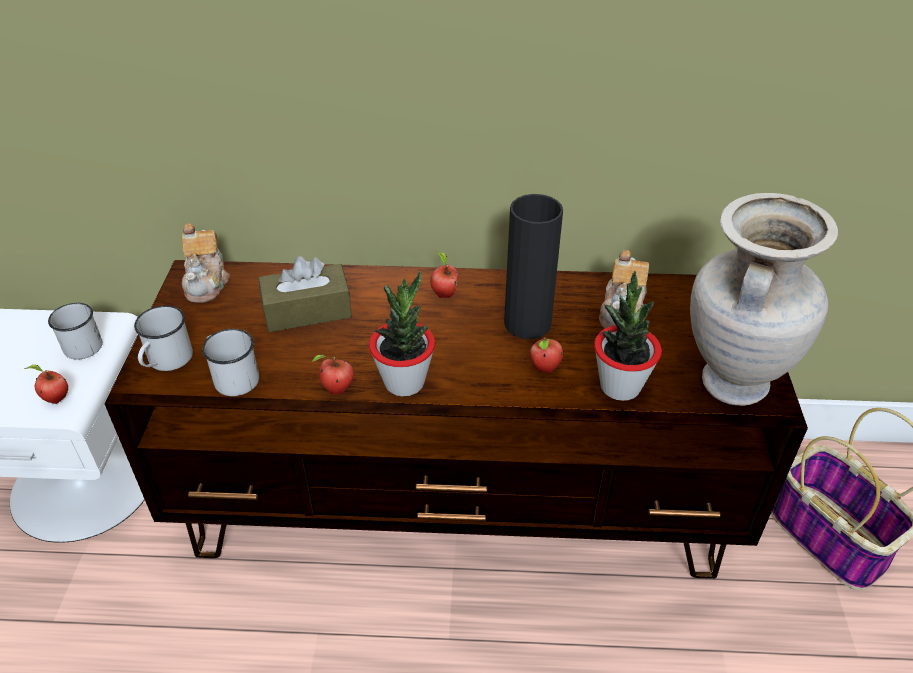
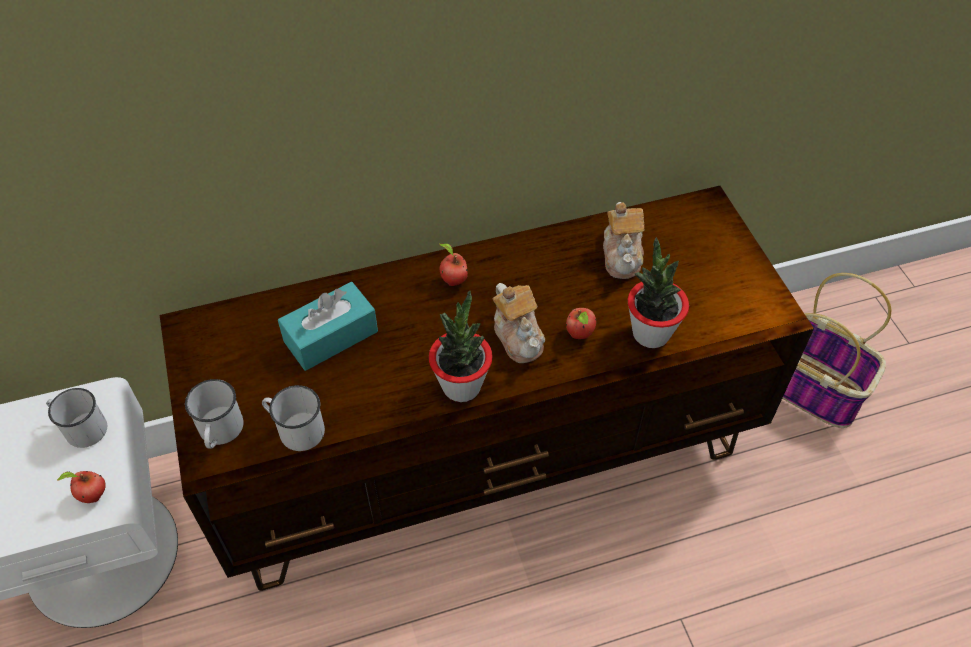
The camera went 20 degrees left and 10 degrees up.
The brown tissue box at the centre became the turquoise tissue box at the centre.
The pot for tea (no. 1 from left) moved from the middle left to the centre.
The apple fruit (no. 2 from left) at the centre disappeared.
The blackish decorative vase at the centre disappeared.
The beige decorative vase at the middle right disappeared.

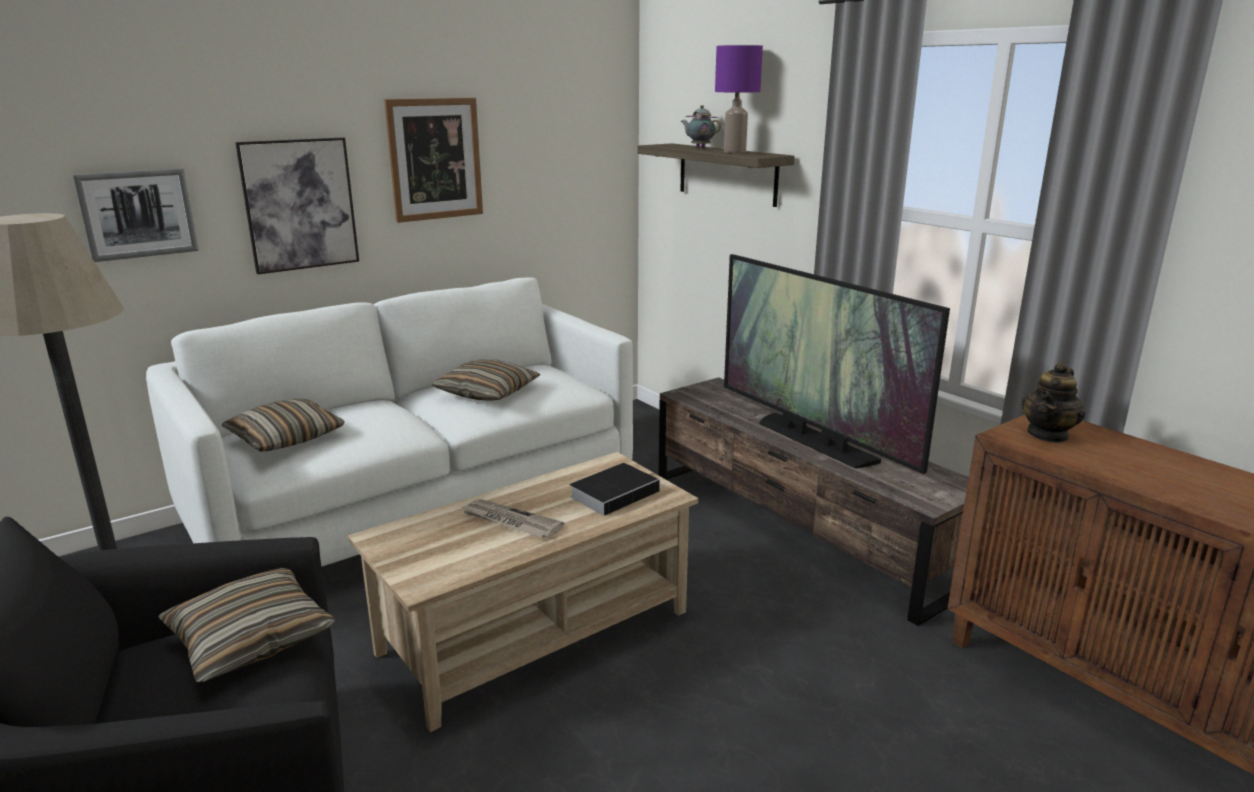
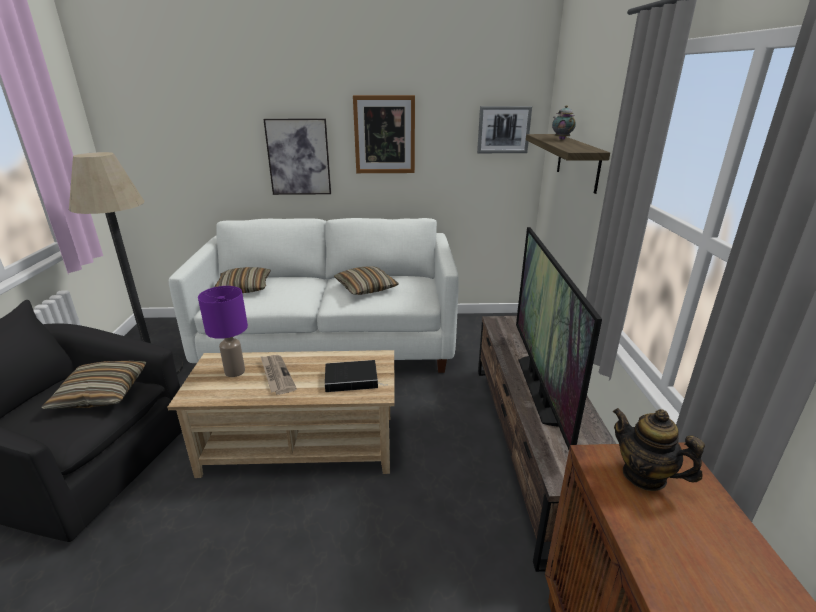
The camera went 35 degrees right and 5 degrees up.
The purple-coloured tabletop lamp moved from the top centre to the middle left.
The wall art (no. 1 from left in the first image) moved from the top left to the top centre.
The pot for tea (no. 2 from left) at the middle right turned 60 degrees clockwise.

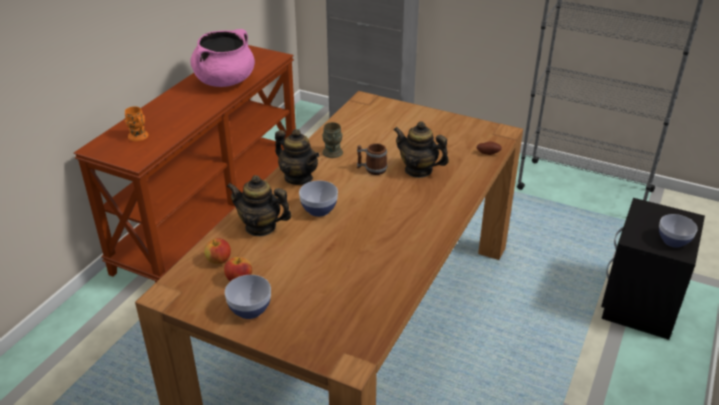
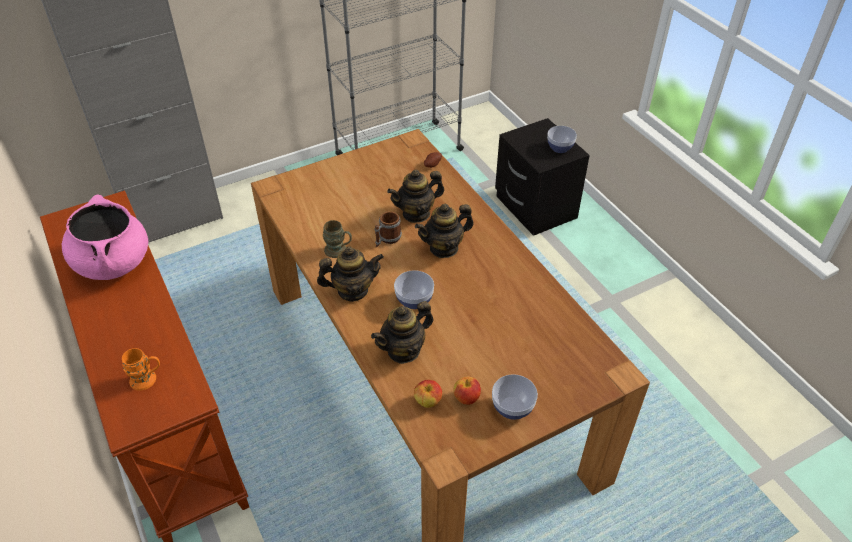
The camera went 55 degrees left and 10 degrees up.
The pot for tea (no. 4 from left) at the centre appeared.

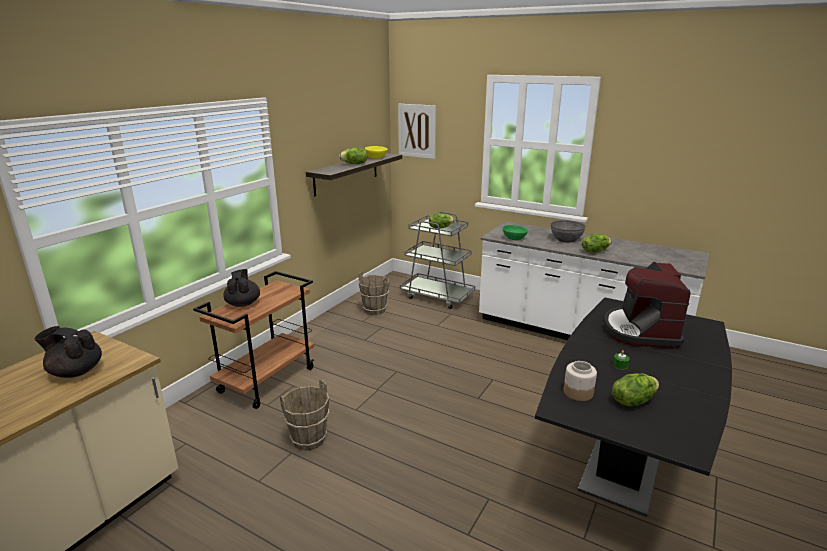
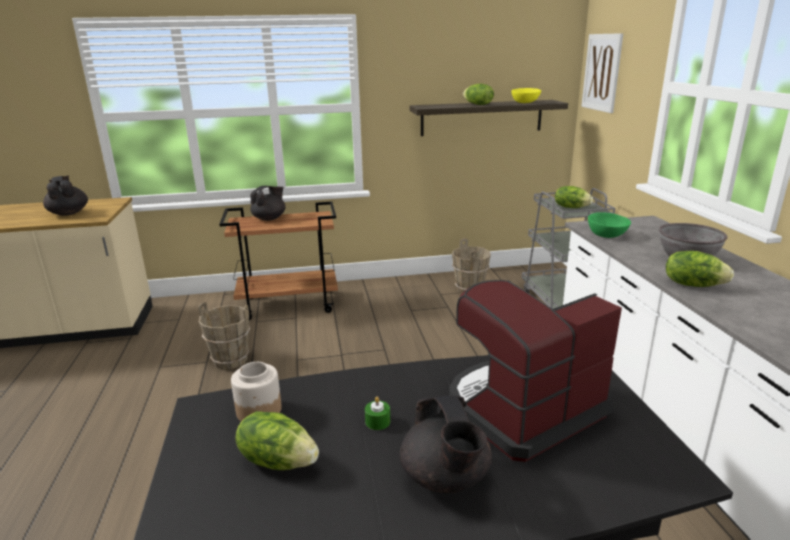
The camera went 50 degrees right and 0 degrees up.
The blackish pot for tea (no. 3 from left) at the bottom centre appeared.

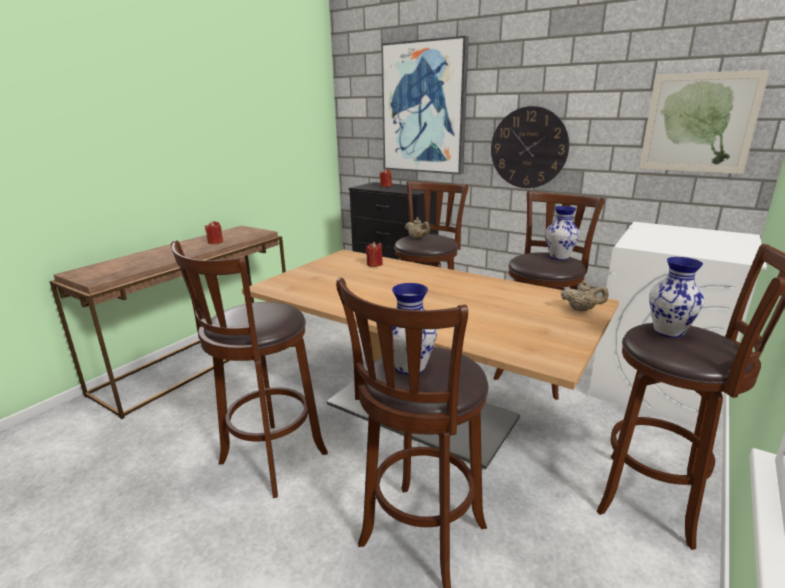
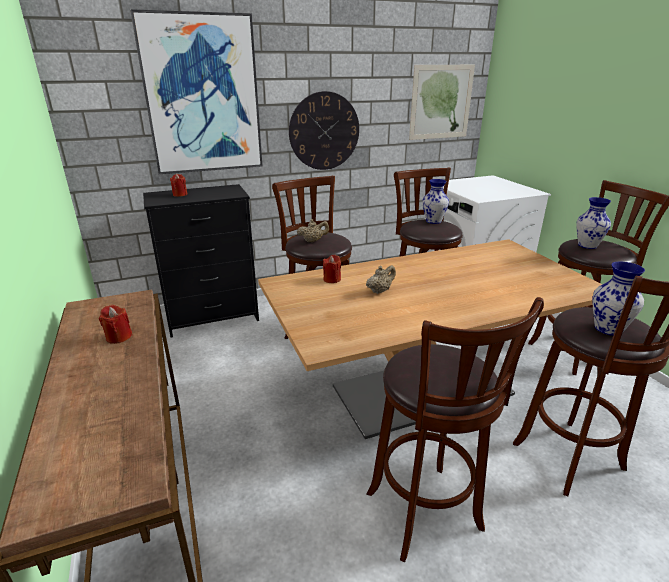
The camera went 55 degrees left and 5 degrees up.
The beige pot for tea (no. 2 from left) moved from the middle right to the centre.

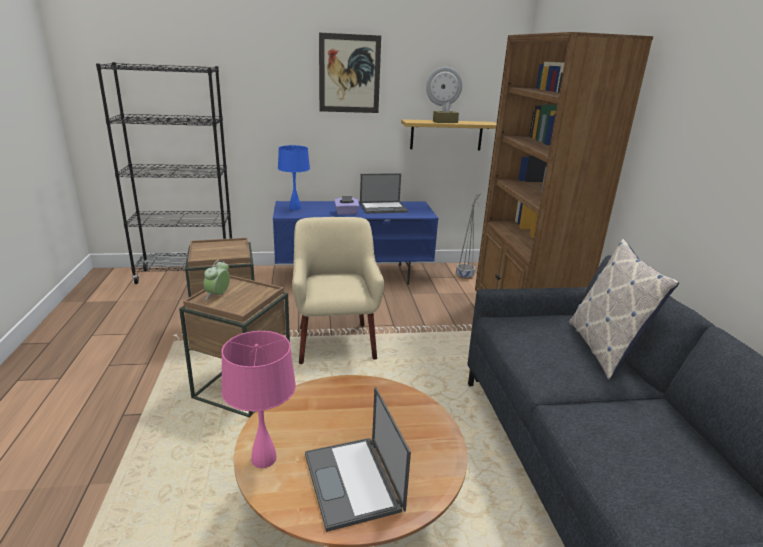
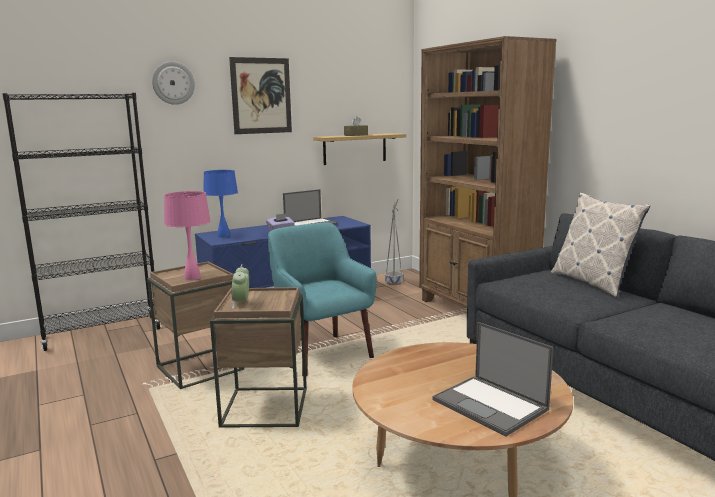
The camera went 20 degrees left and 10 degrees down.
The wall clock moved from the top centre to the top left.
The pink-coloured tabletop lamp moved from the bottom centre to the middle left.
The beige lounge chair at the centre became the turquoise lounge chair at the centre.

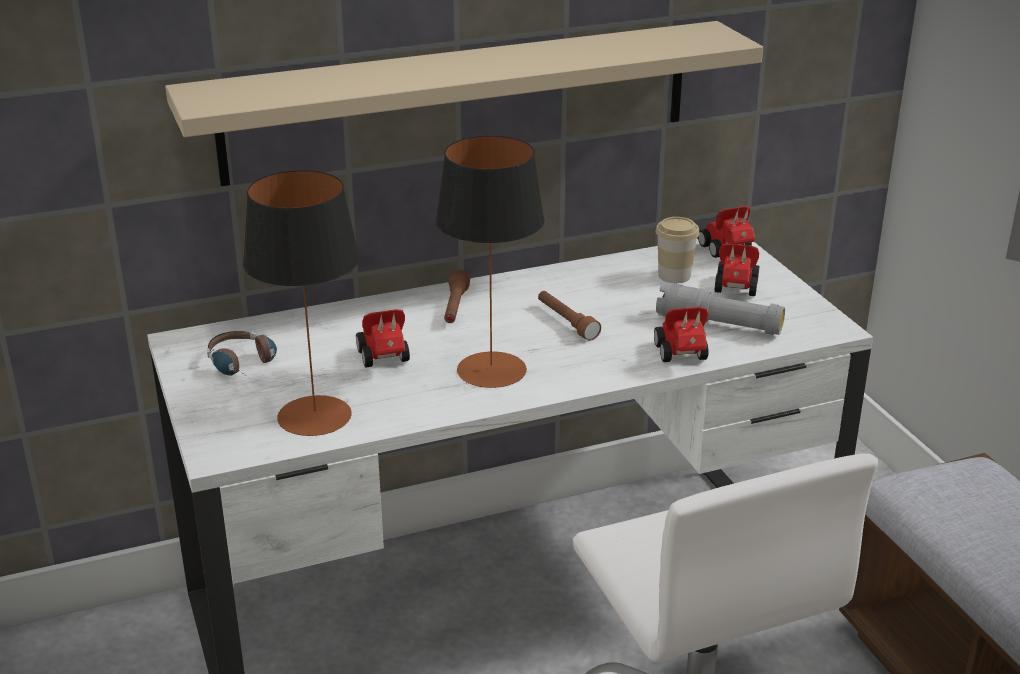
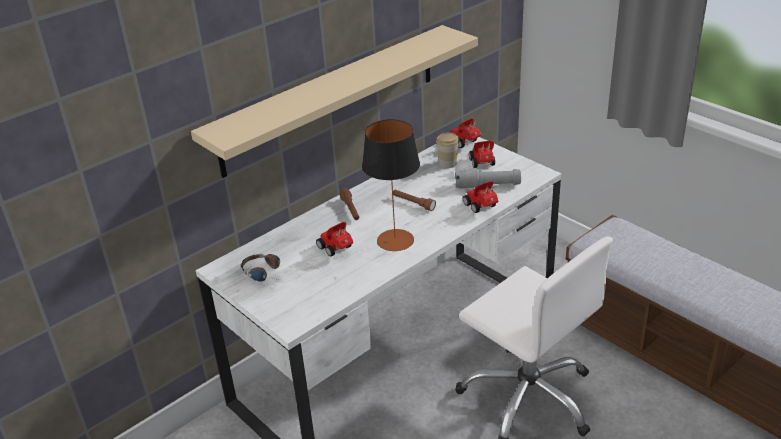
The camera went 20 degrees left and 5 degrees up.
The tabletop lamp (no. 1 from left) at the middle left disappeared.

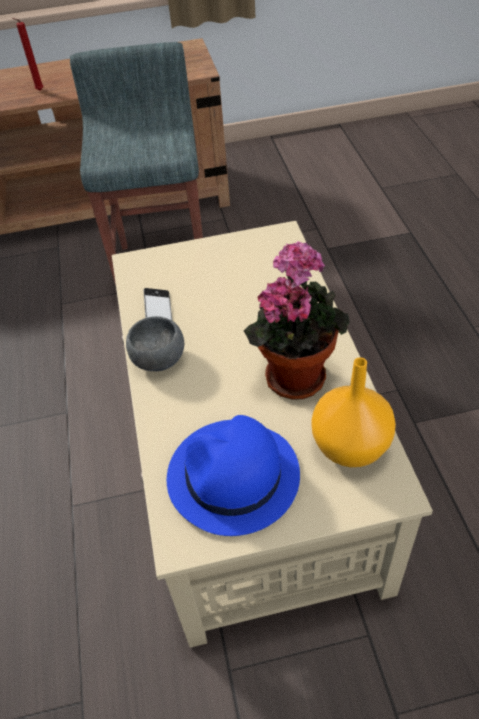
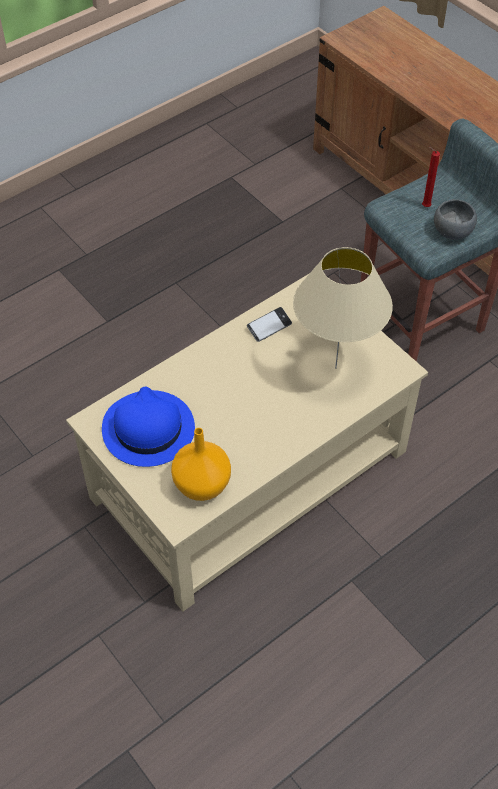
The camera went 60 degrees right and 5 degrees up.
The beige tabletop lamp at the middle right appeared.
The red wax candle moved from the top left to the top right.
The greyish bowl moved from the middle left to the top right.
The potted plant at the centre disappeared.

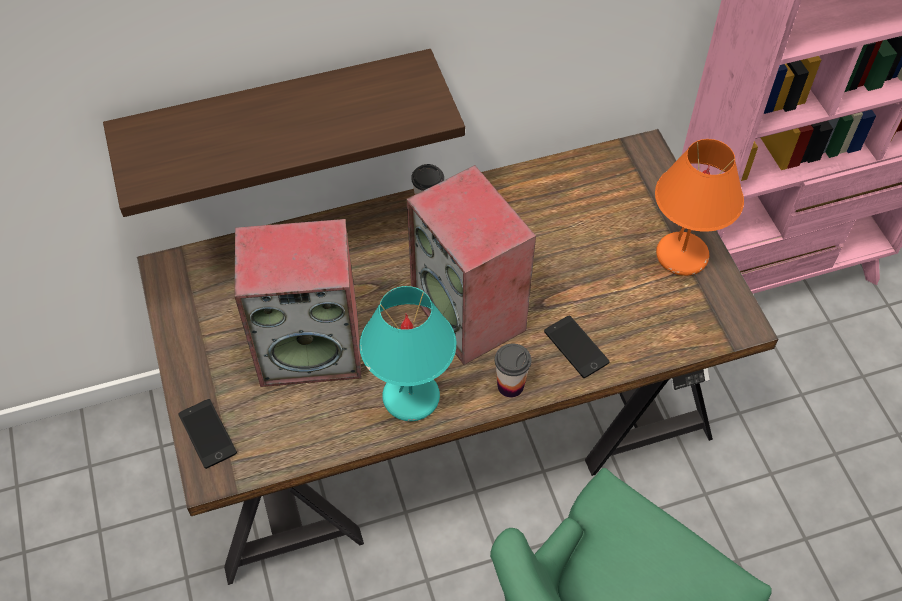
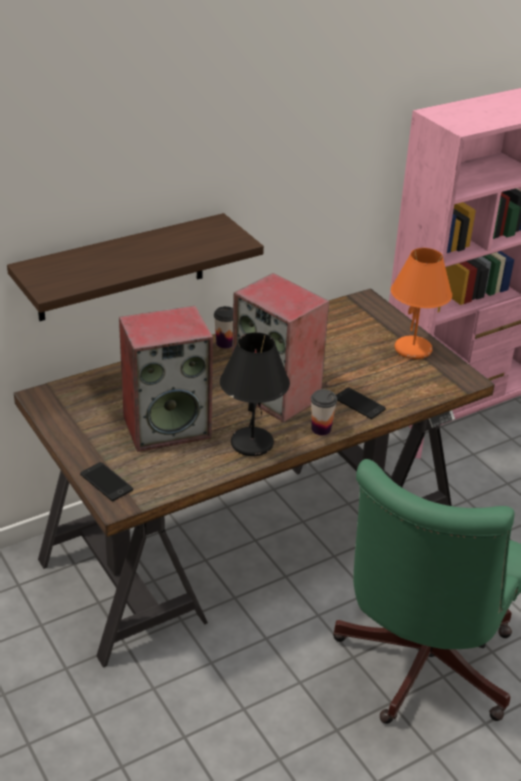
The camera went 15 degrees left and 20 degrees down.
The turquoise tabletop lamp at the centre became the blackish tabletop lamp at the centre.

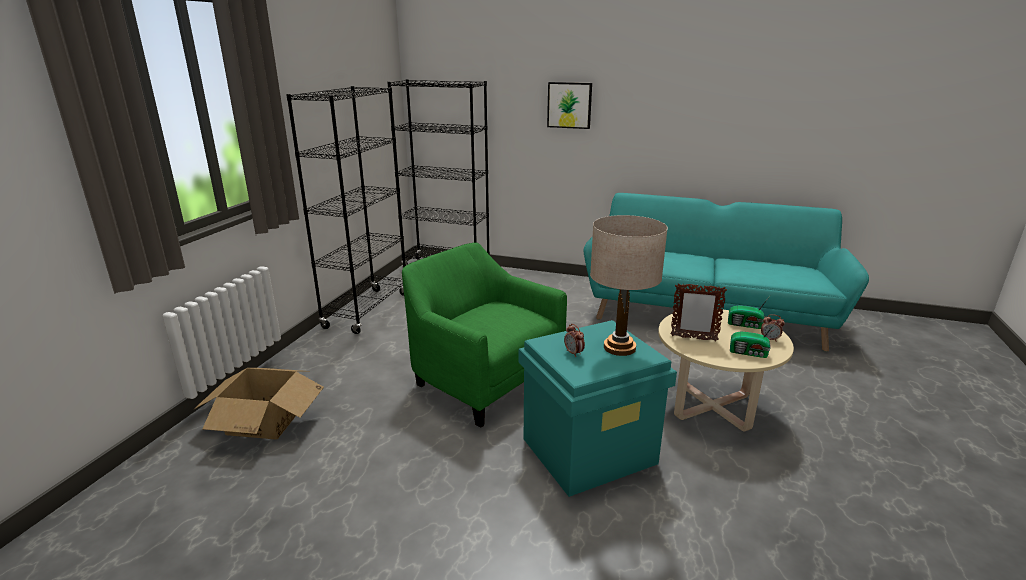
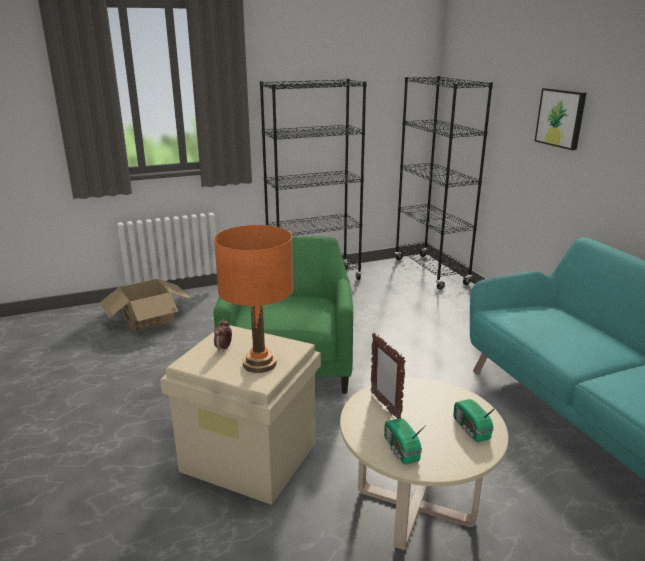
The camera went 50 degrees right and 0 degrees up.
The turquoise storage bin at the bottom centre became the beige storage bin at the bottom centre.
The beige tabletop lamp at the centre became the orange-coloured tabletop lamp at the centre.
The alarm clock (no. 2 from left) at the middle right disappeared.

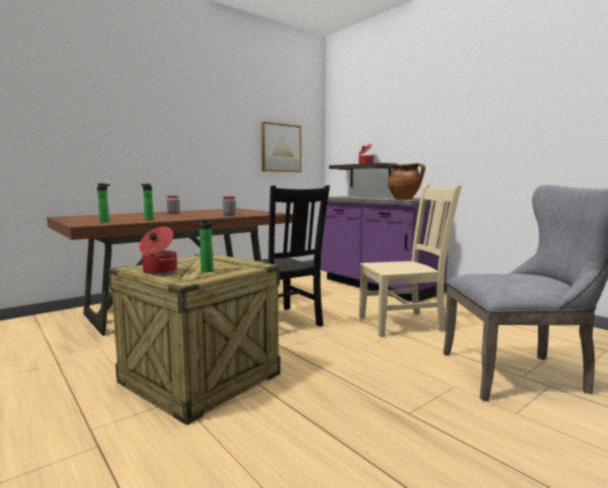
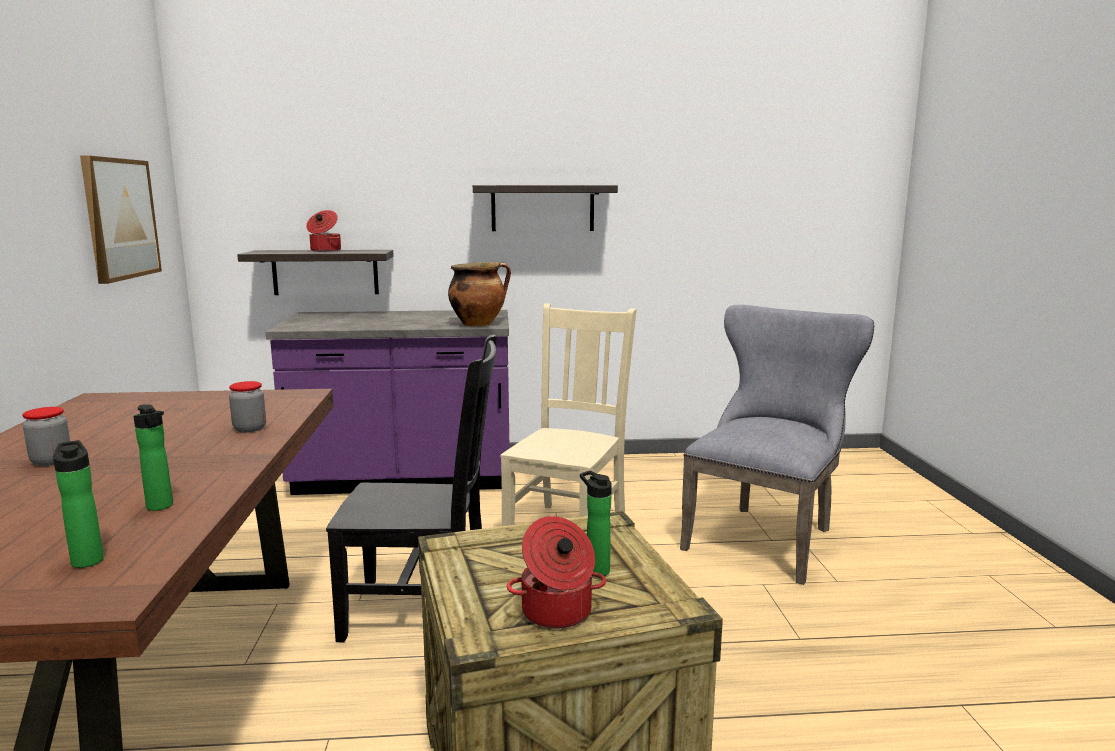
The camera went 55 degrees left and 5 degrees up.
The wall shelf (no. 2 from left) at the top centre appeared.

